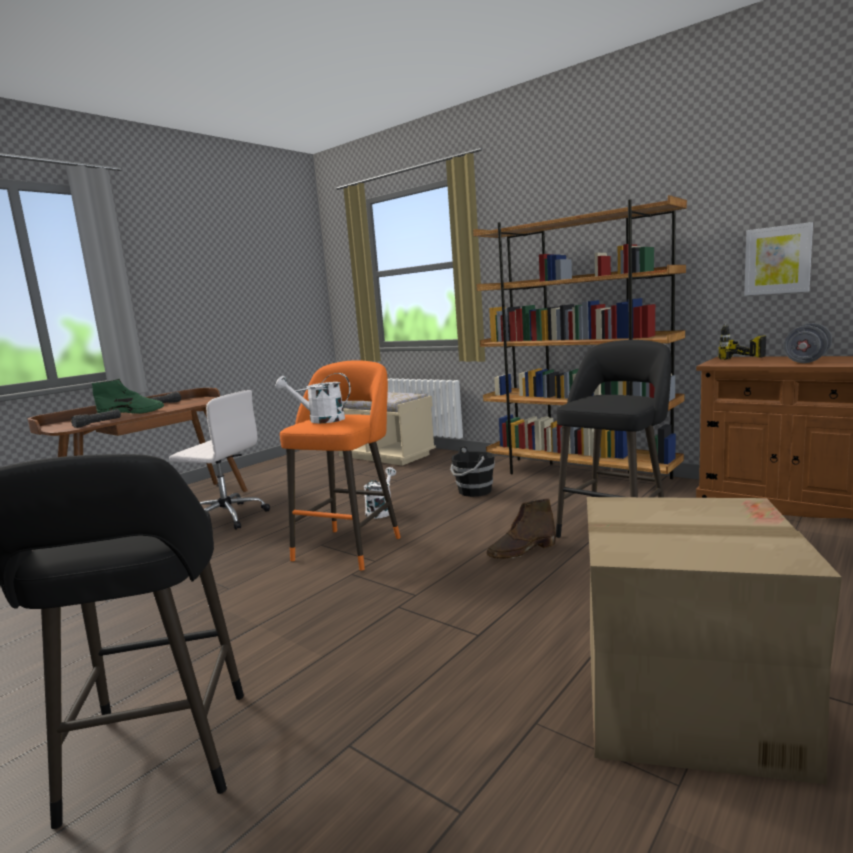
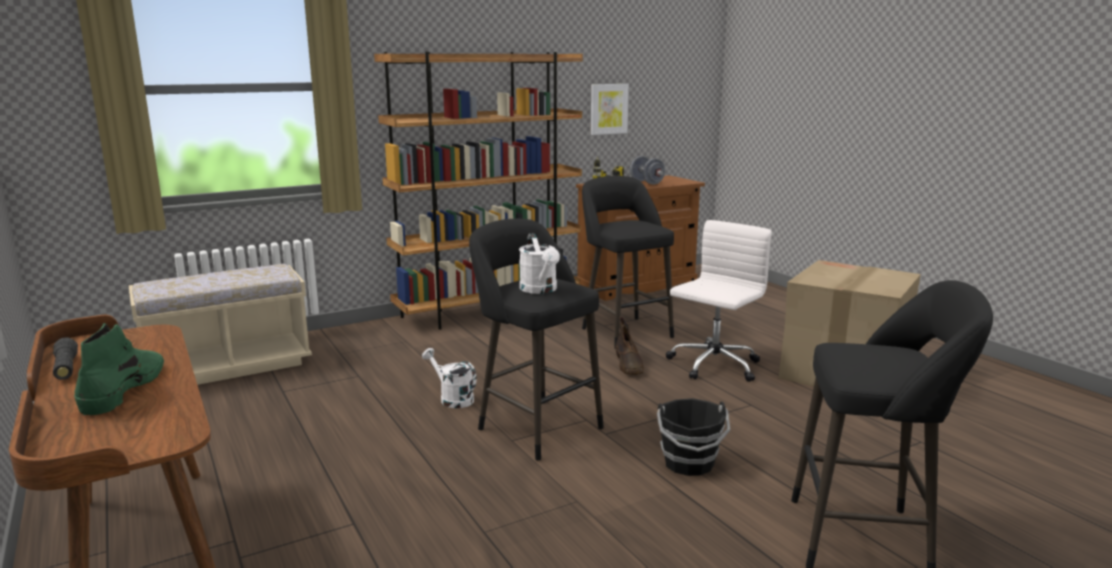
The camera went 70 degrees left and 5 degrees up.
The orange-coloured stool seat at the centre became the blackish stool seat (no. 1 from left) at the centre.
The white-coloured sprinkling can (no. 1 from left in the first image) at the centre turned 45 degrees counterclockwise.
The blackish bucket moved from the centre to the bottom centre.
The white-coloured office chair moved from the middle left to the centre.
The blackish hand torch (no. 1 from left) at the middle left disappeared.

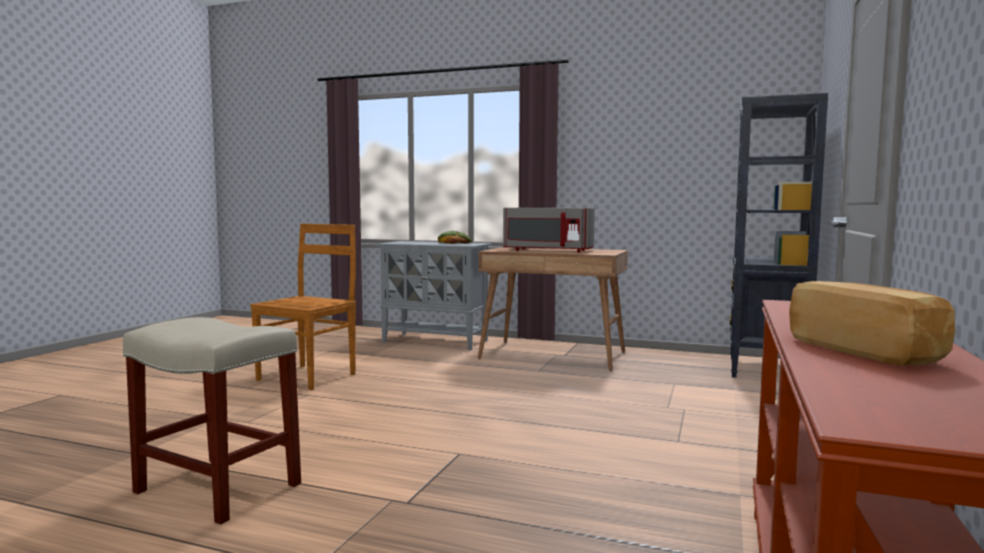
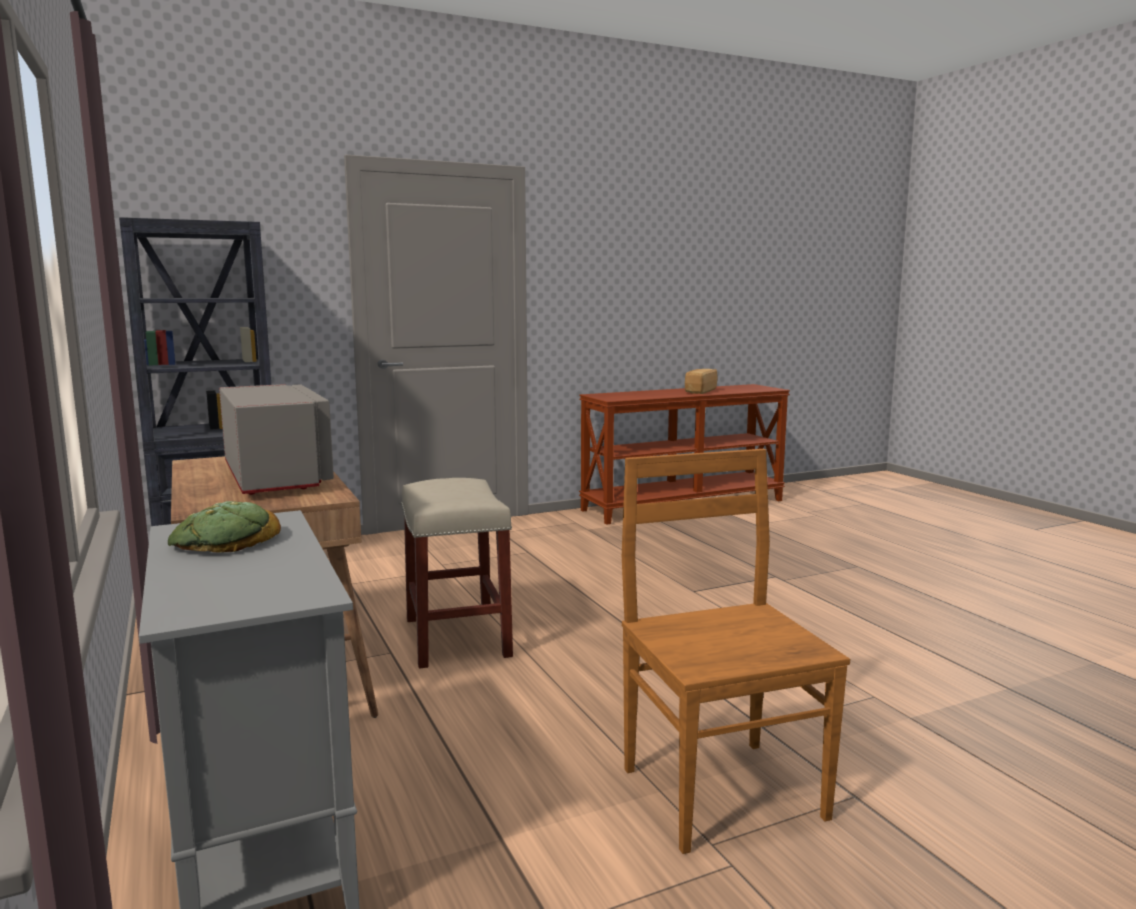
The camera went 135 degrees left and 5 degrees up.
The beige stool seat moved from the bottom left to the centre.
The brown plain chair at the middle left turned 90 degrees clockwise.

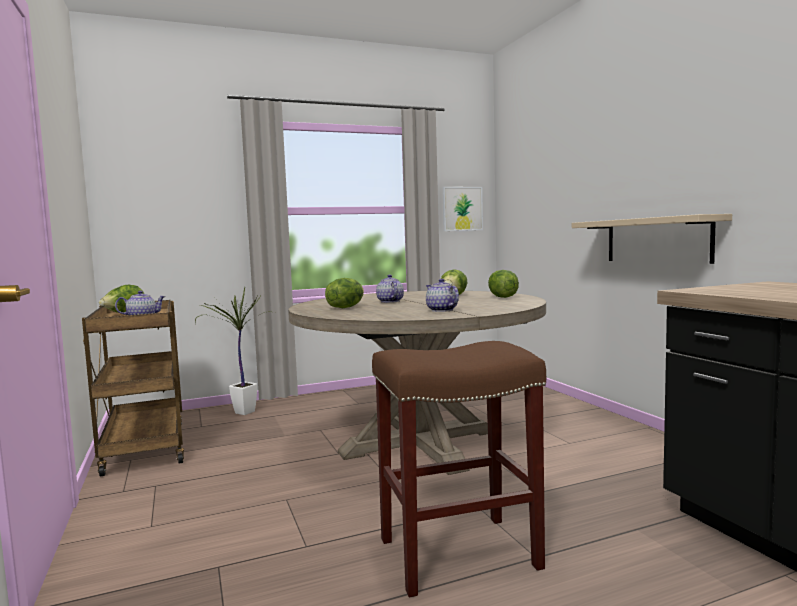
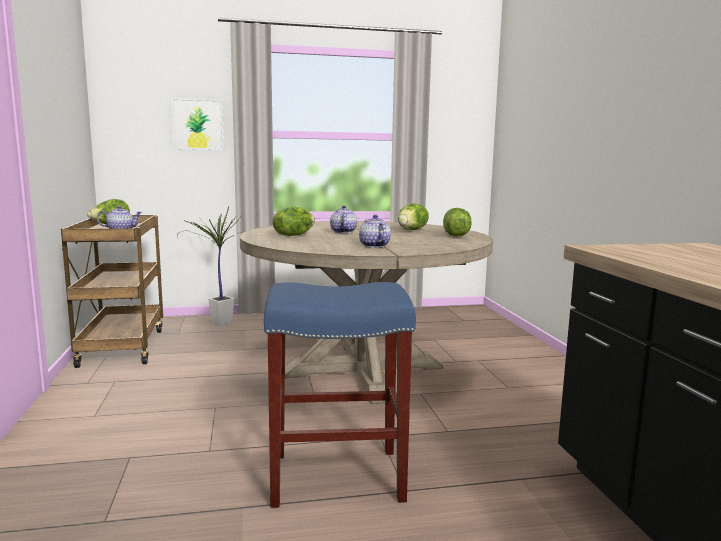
The camera went 10 degrees right and 5 degrees up.
The wall art moved from the centre to the top left.
The brown stool seat at the bottom centre became the bluish stool seat at the bottom centre.
The beige wall shelf at the middle right disappeared.

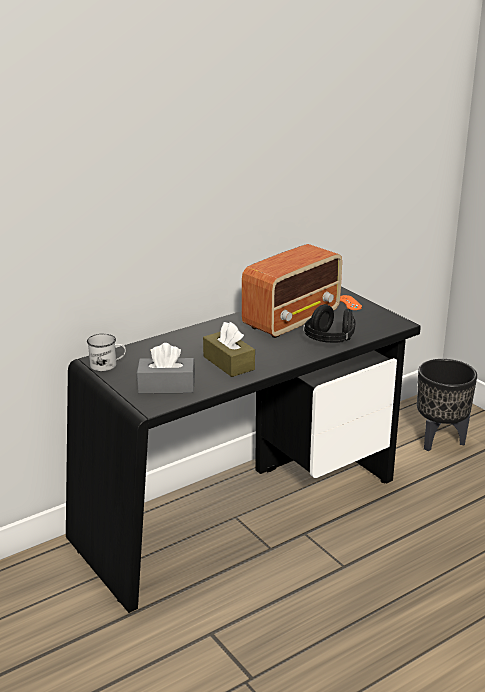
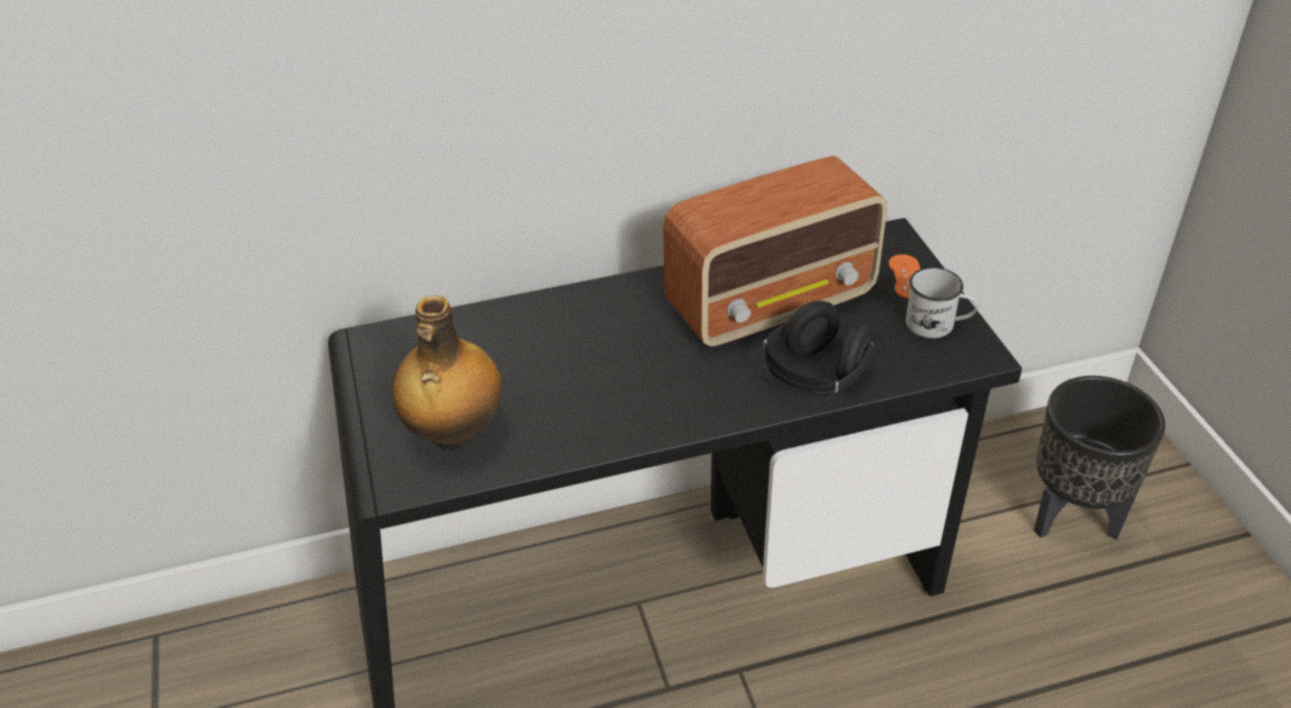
The camera went 20 degrees right and 15 degrees up.
The greyish tissue box at the centre was replaced by the drink bottle at the centre.
The white-coloured coffee mug moved from the middle left to the middle right.
The brown tissue box at the centre disappeared.

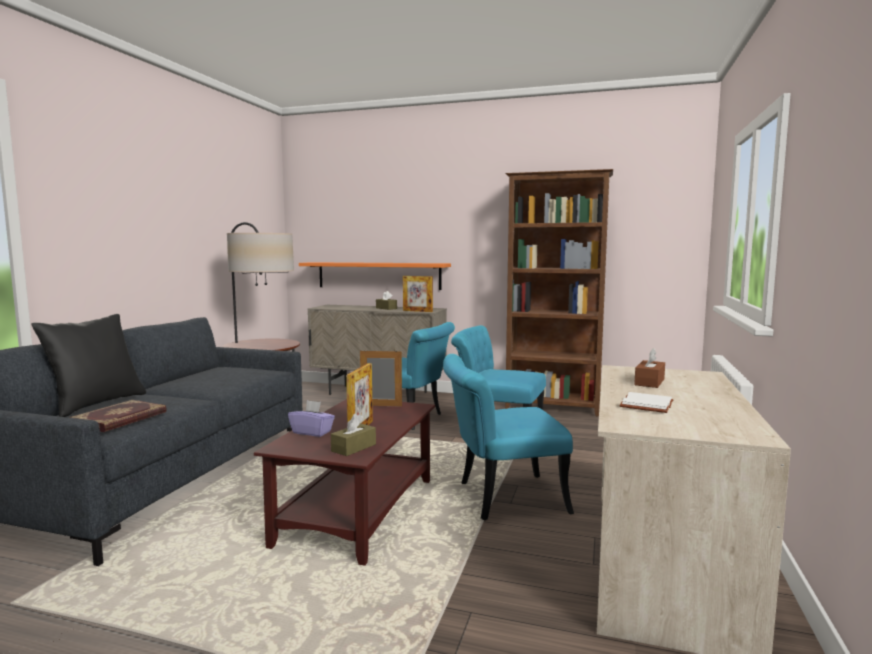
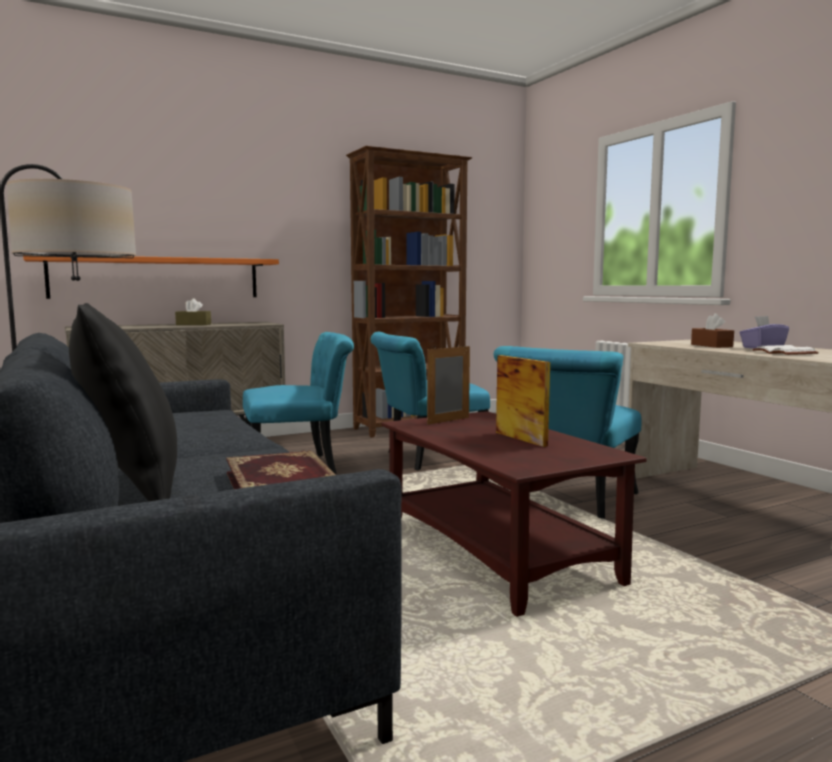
The camera went 45 degrees left and 0 degrees up.
The purple-coloured tissue box moved from the centre to the middle right.
The brown tissue box (no. 1 from left) at the centre disappeared.
The picture frame (no. 3 from left) at the centre disappeared.

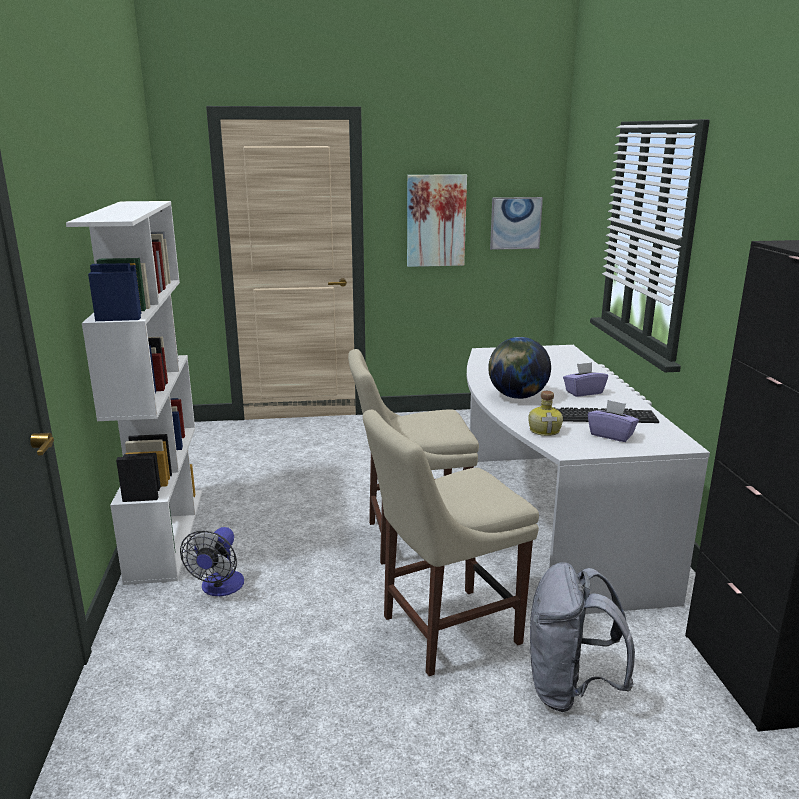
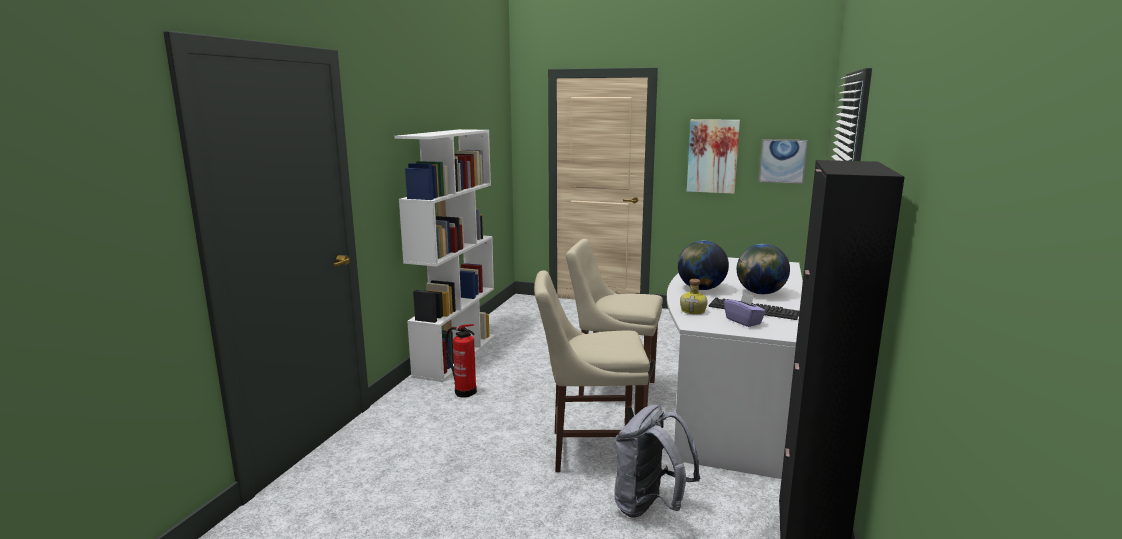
The camera went 25 degrees right and 5 degrees down.
The fan at the bottom left was replaced by the fire extinguisher at the bottom centre.
The purple-coloured tissue box (no. 1 from left) at the middle right was replaced by the desk globe (no. 2 from left) at the middle right.

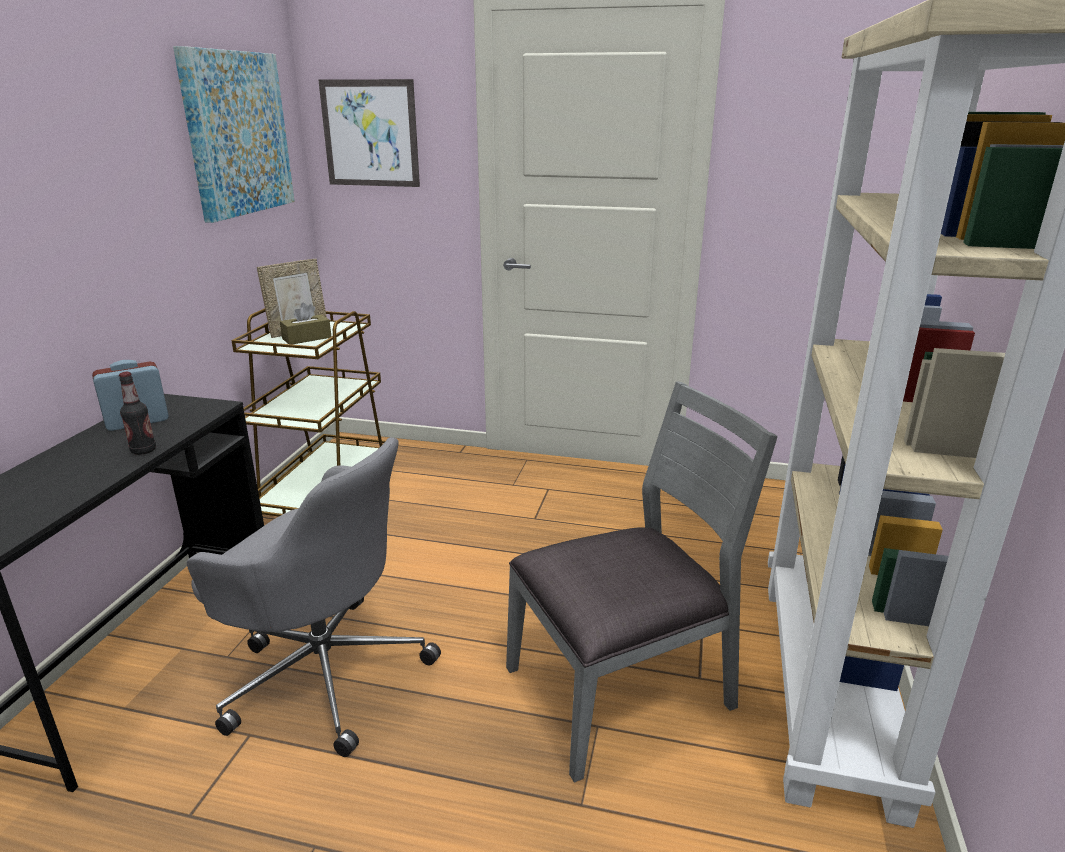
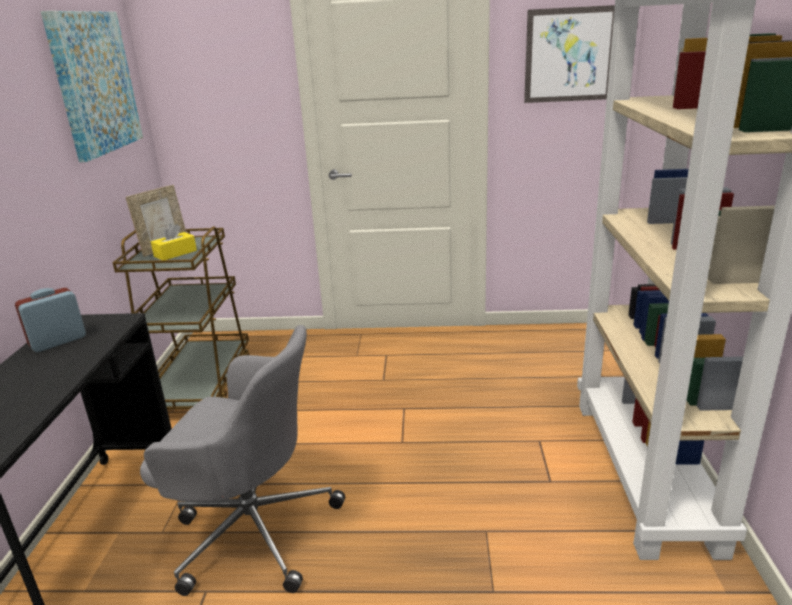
The camera went 10 degrees left and 0 degrees up.
The brown tissue box at the middle left became the yellowish tissue box at the middle left.
The wall art (no. 2 from left) moved from the top centre to the top right.
The drink bottle at the middle left disappeared.
The greyish plain chair at the bottom centre disappeared.

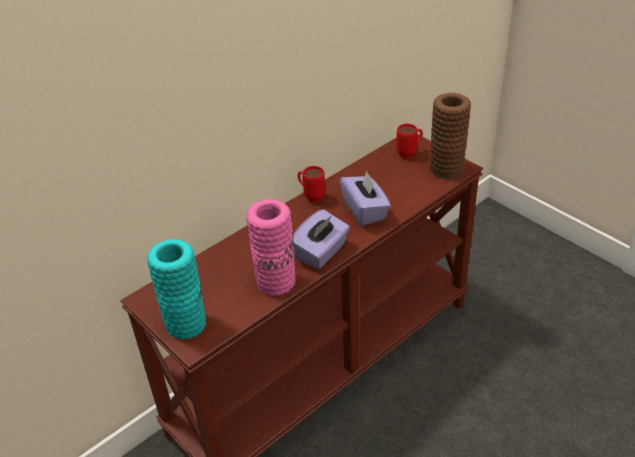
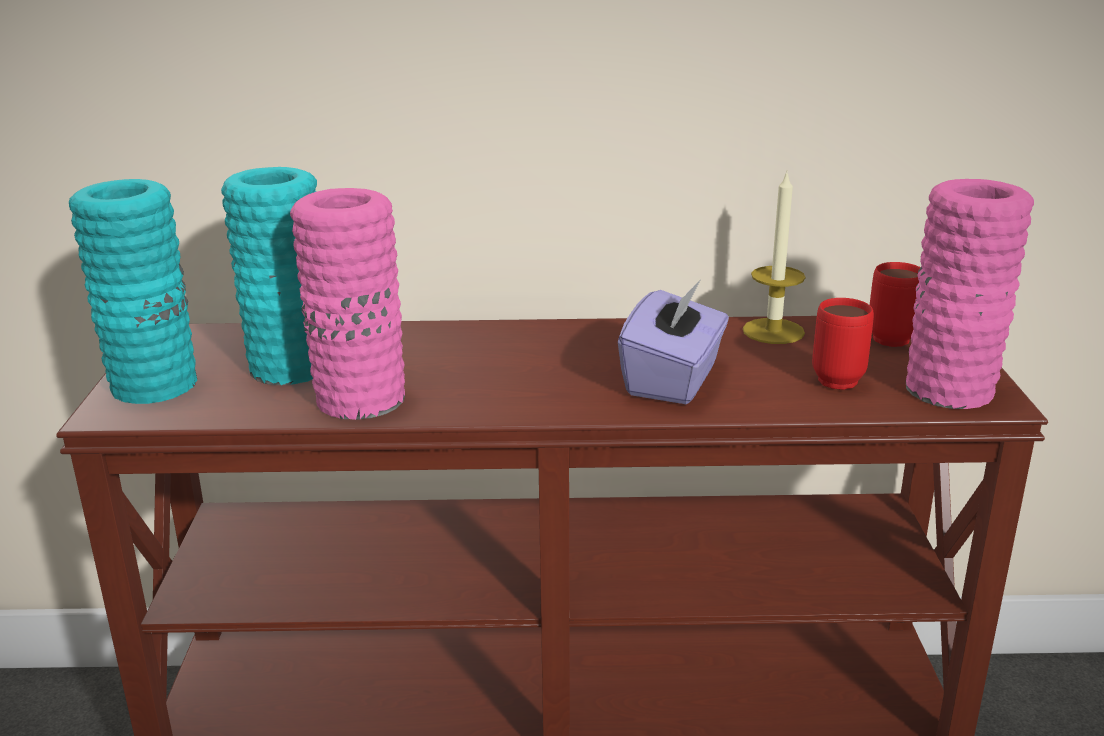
The camera went 40 degrees right and 15 degrees down.
The turquoise decorative vase (no. 2 from left) at the middle left appeared.
The wax candle at the middle right appeared.
The red coffee mug (no. 1 from left) moved from the centre to the middle right.
The brown decorative vase at the top right became the pink-coloured decorative vase (no. 2 from left) at the middle right.
The purple-coloured tissue box (no. 1 from left) at the centre disappeared.

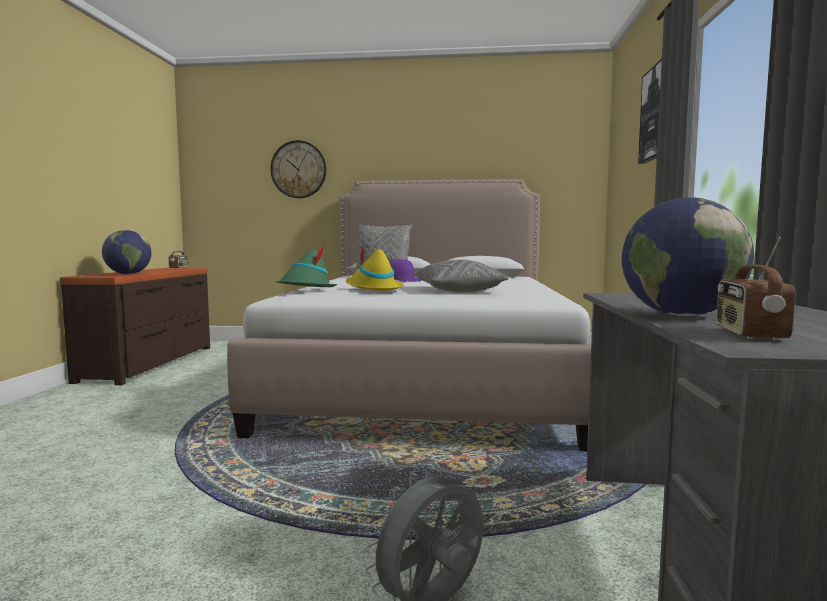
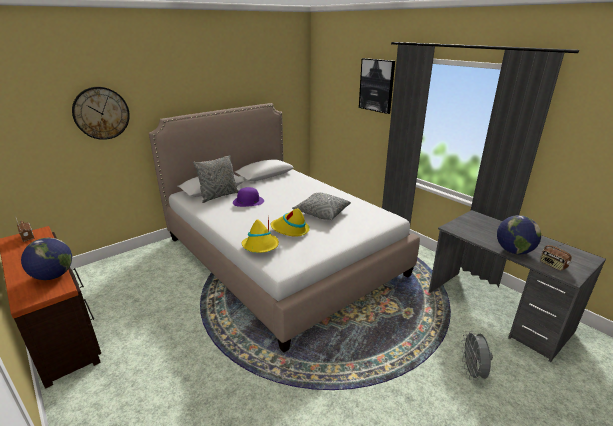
The camera went 45 degrees left and 20 degrees up.
The green hat at the centre became the yellowish hat (no. 1 from left) at the centre.

